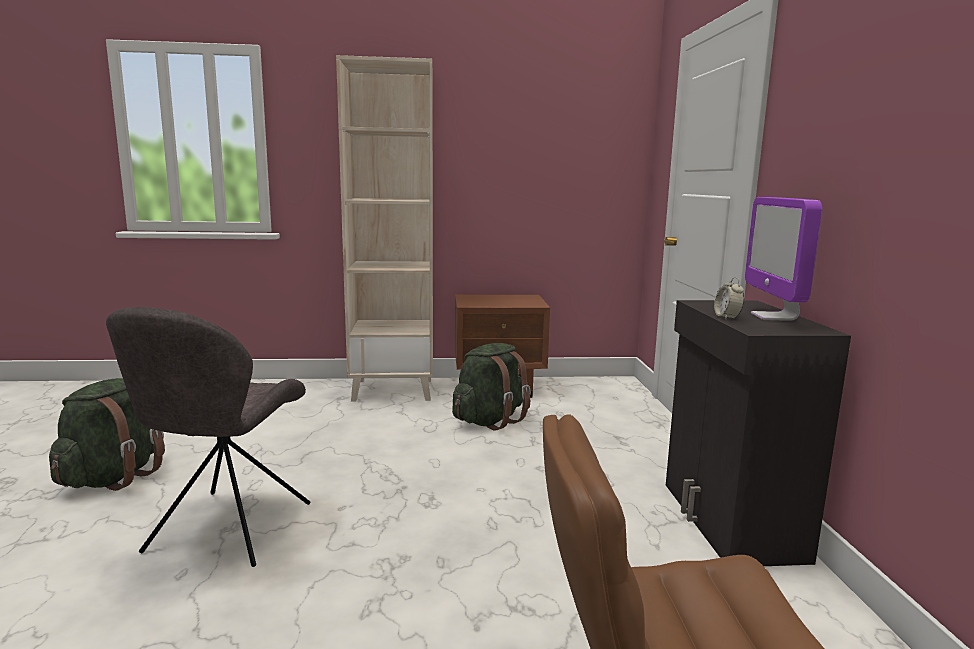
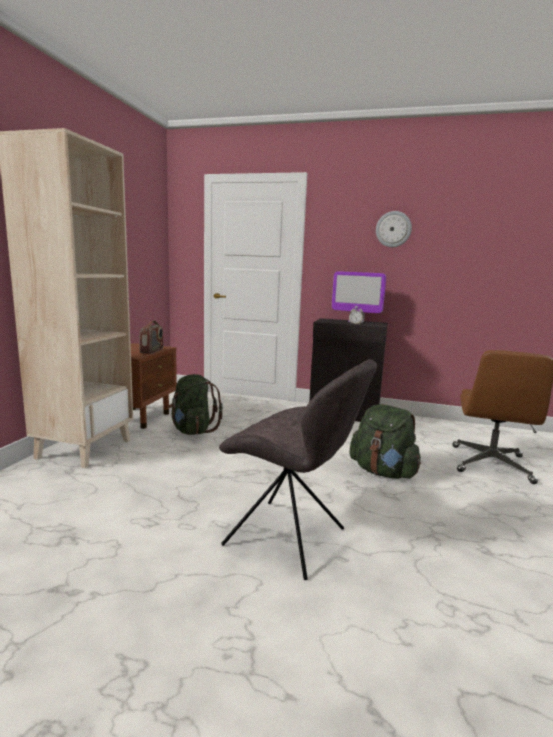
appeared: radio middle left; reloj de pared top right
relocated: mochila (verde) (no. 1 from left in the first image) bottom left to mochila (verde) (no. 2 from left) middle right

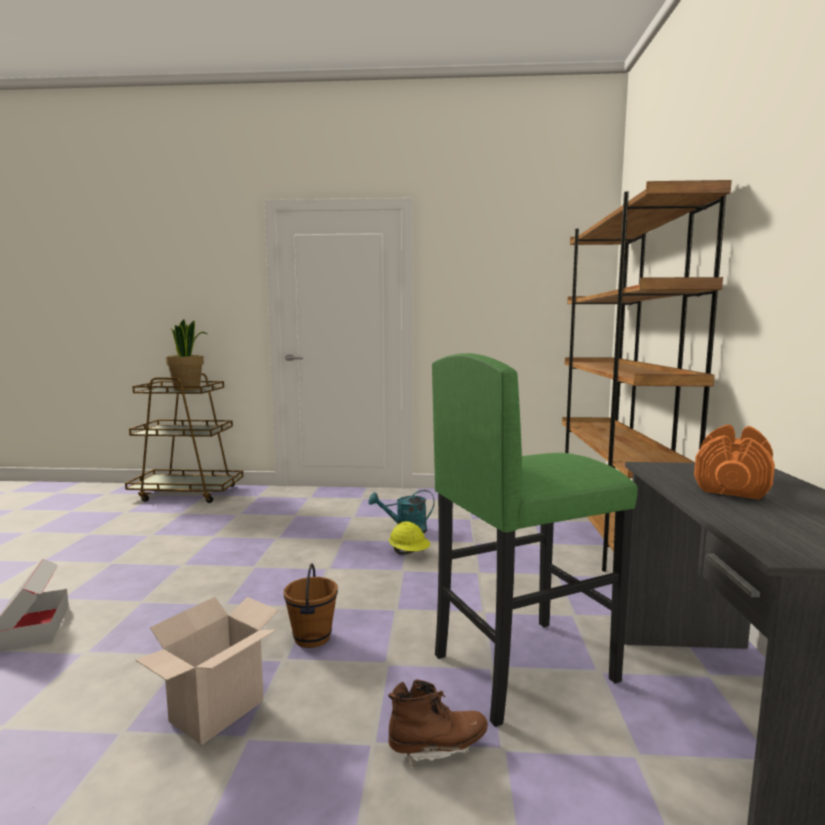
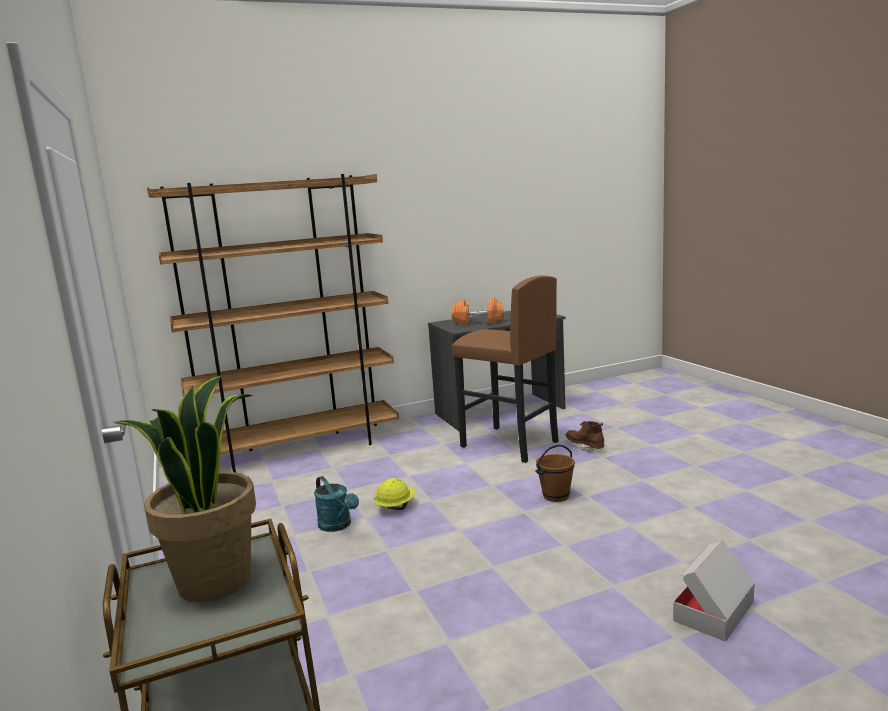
missing: caja de cartón (no. 2 from left) bottom left
colour: taburete (verde) centre to taburete (marrón) centre

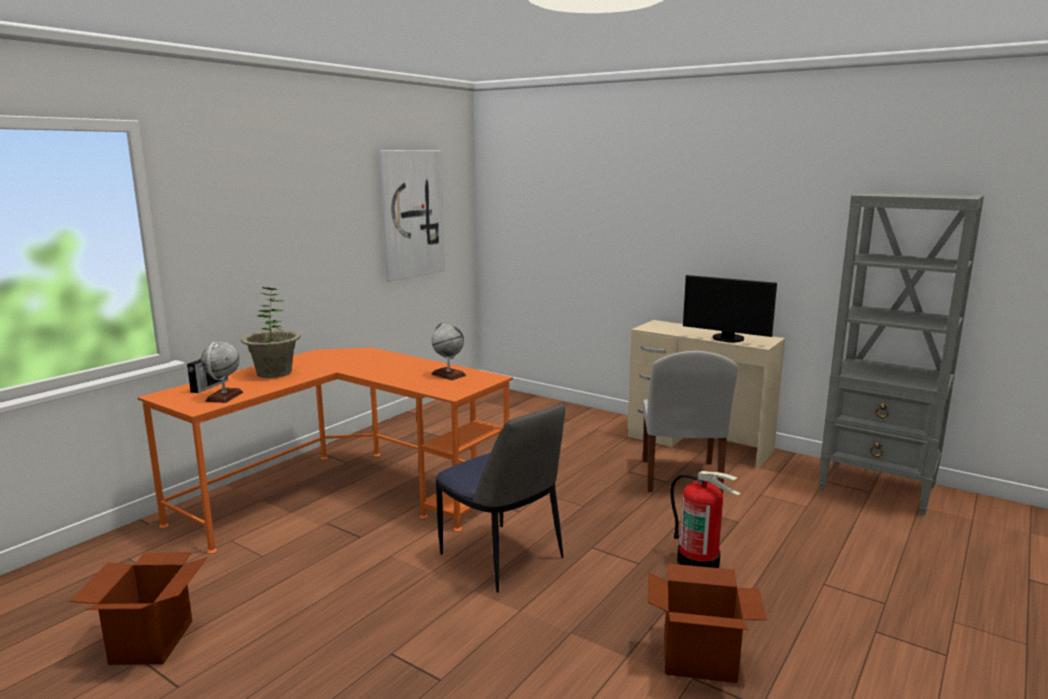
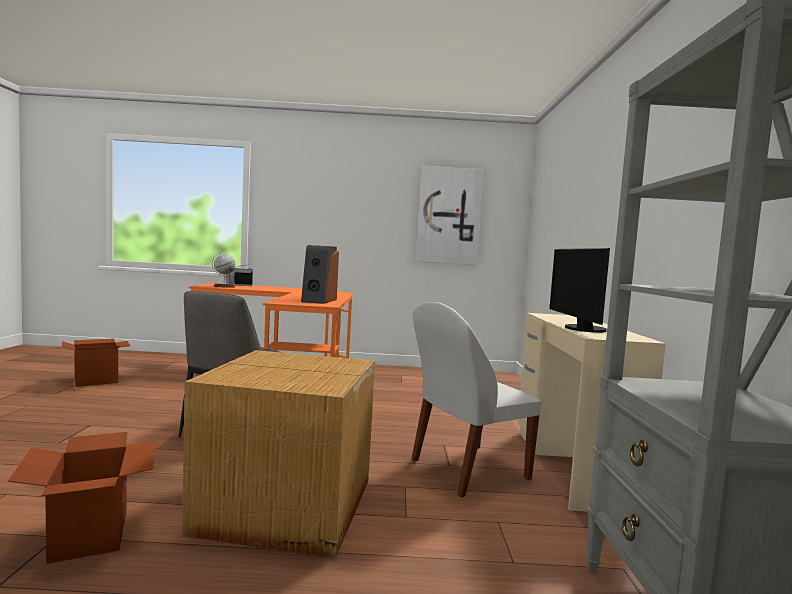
missing: planta en maceta middle left
exchanged: extintor bottom right to caja de cartón (no. 3 from left) bottom centre; globo terráqueo (no. 2 from left) centre to altavoz centre

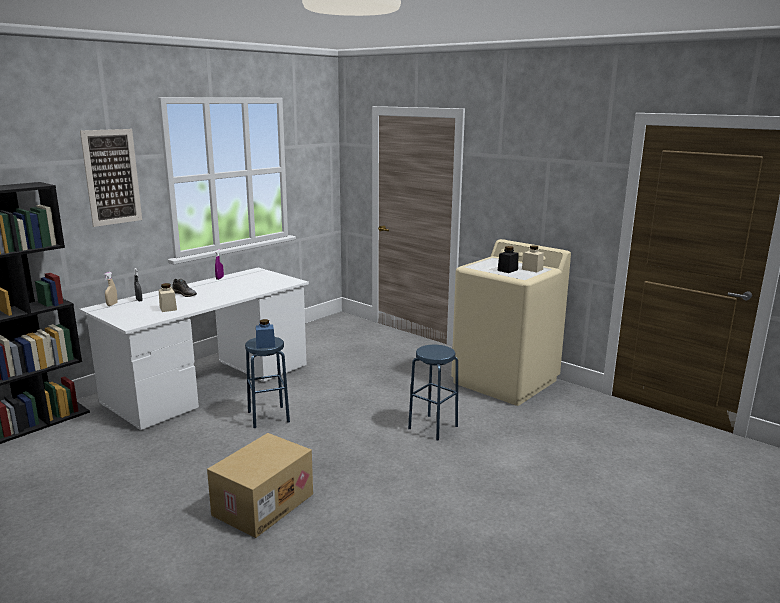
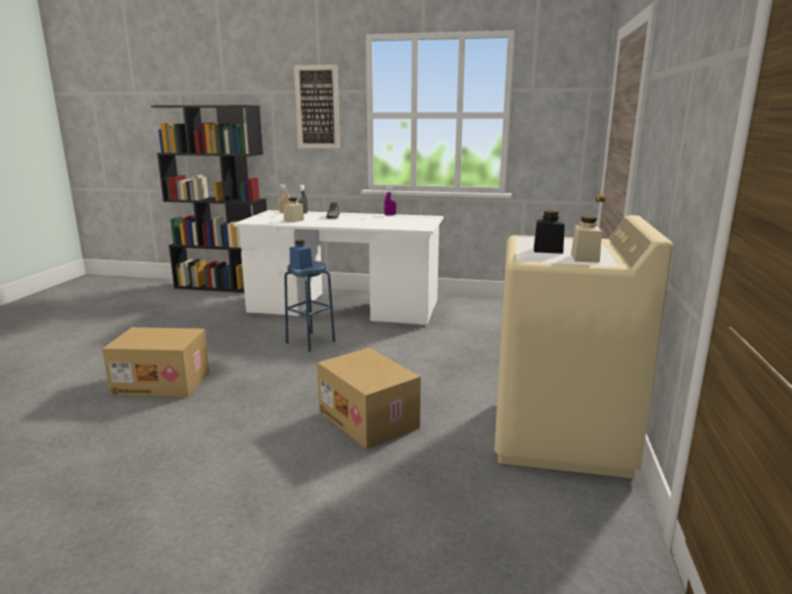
exchanged: taburete (azul) (no. 2 from left) centre to caja de cartón (no. 2 from left) bottom centre

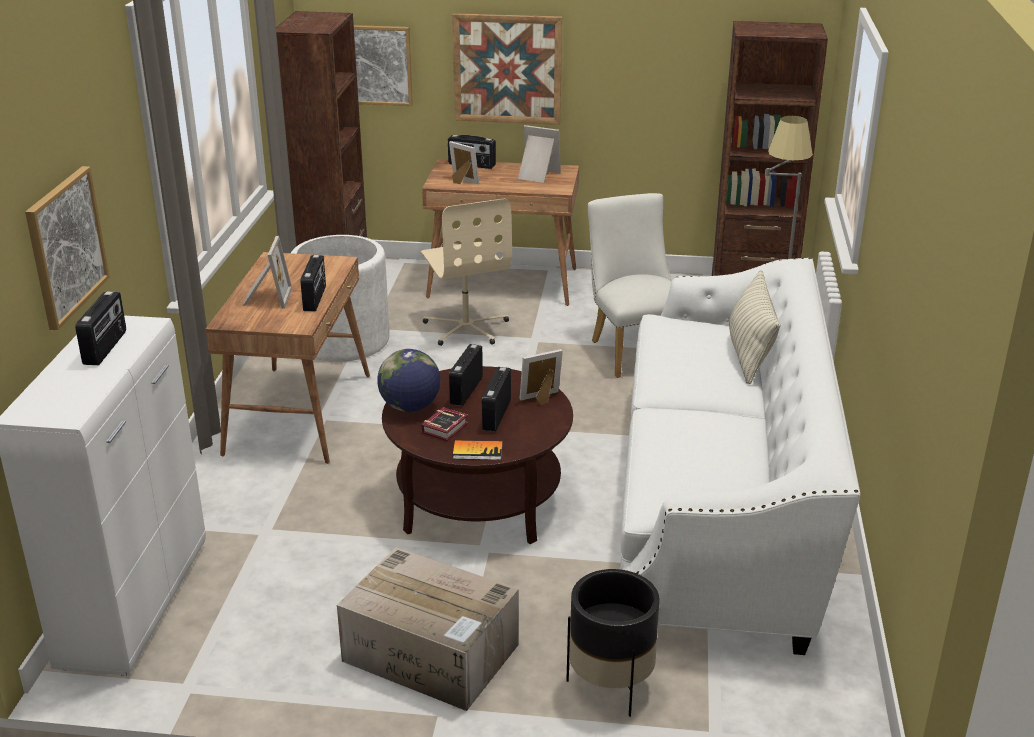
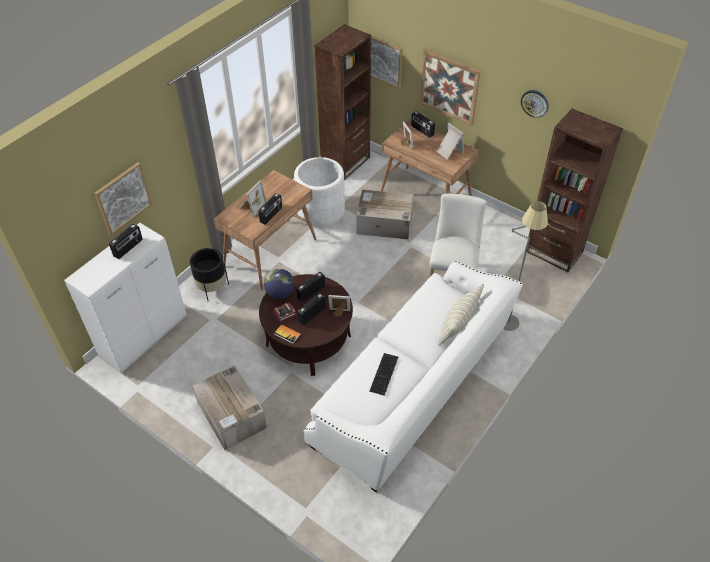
appeared: teclado centre; reloj de pared top right
relocated: maceta (negro) bottom centre to middle left
exchanged: silla de oficina (beis) centre to caja de cartón (no. 2 from left) centre

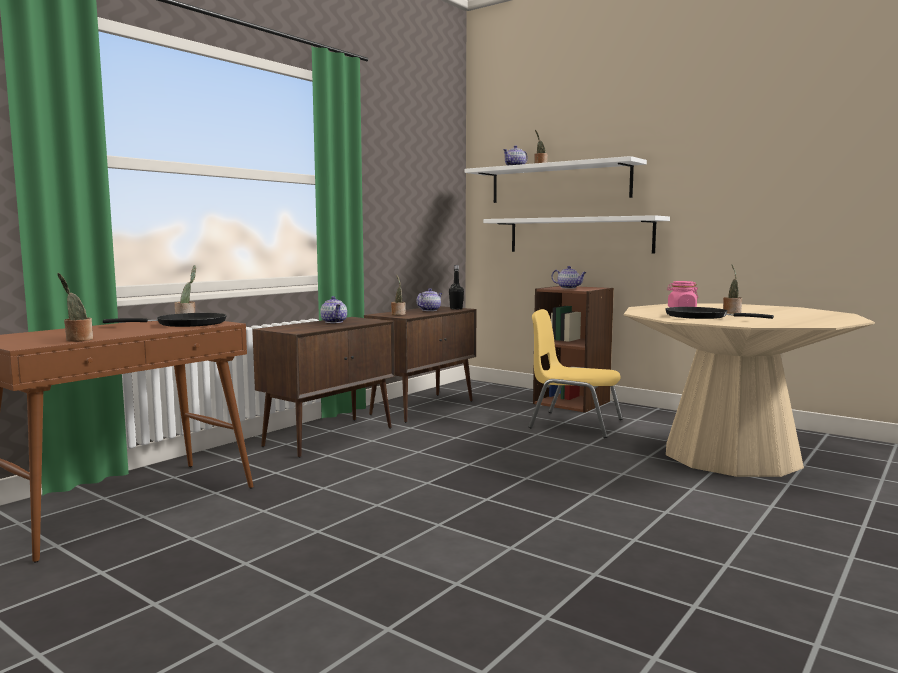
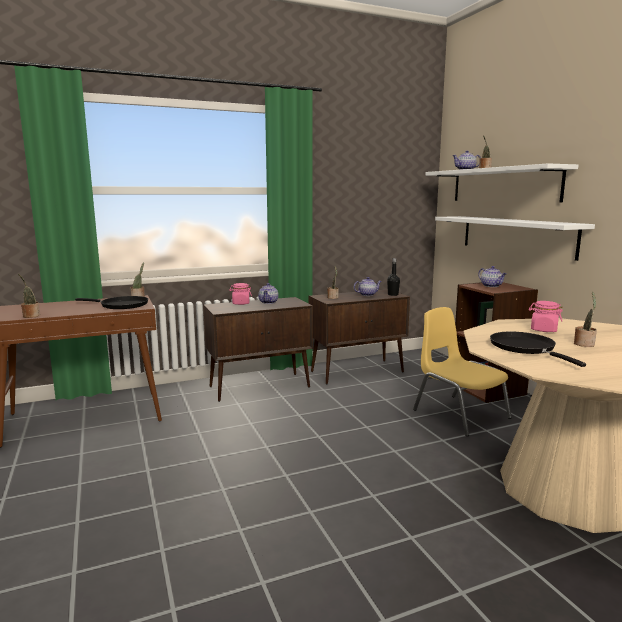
appeared: tarro (rosa) (no. 1 from left) centre

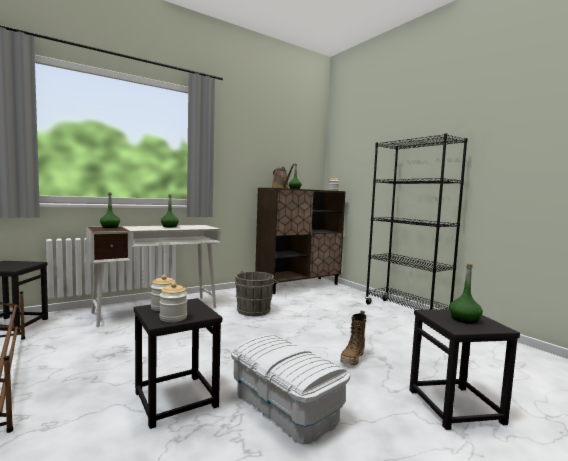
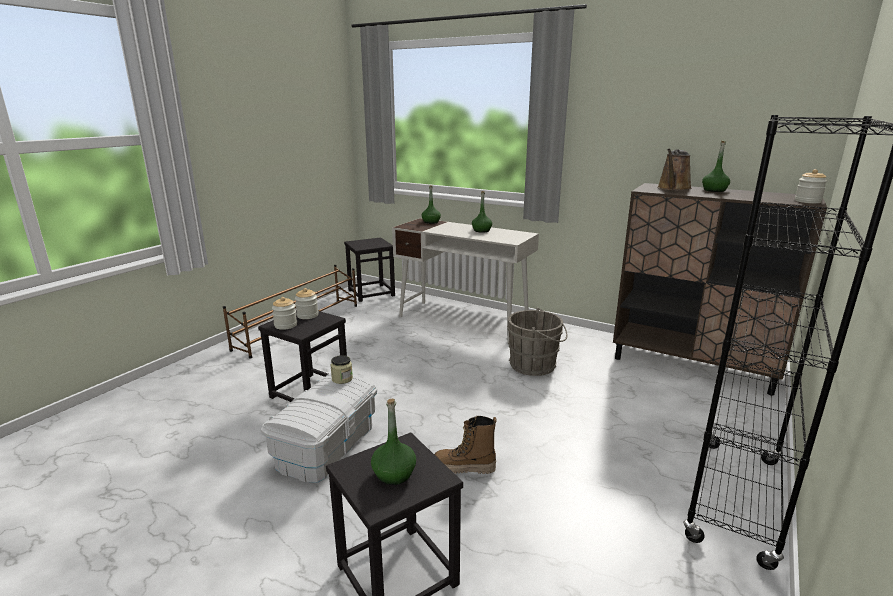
appeared: tarro (no. 3 from left) centre

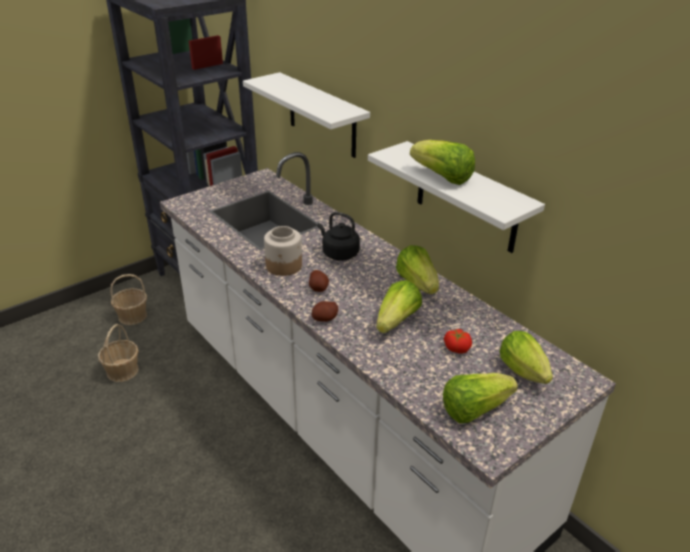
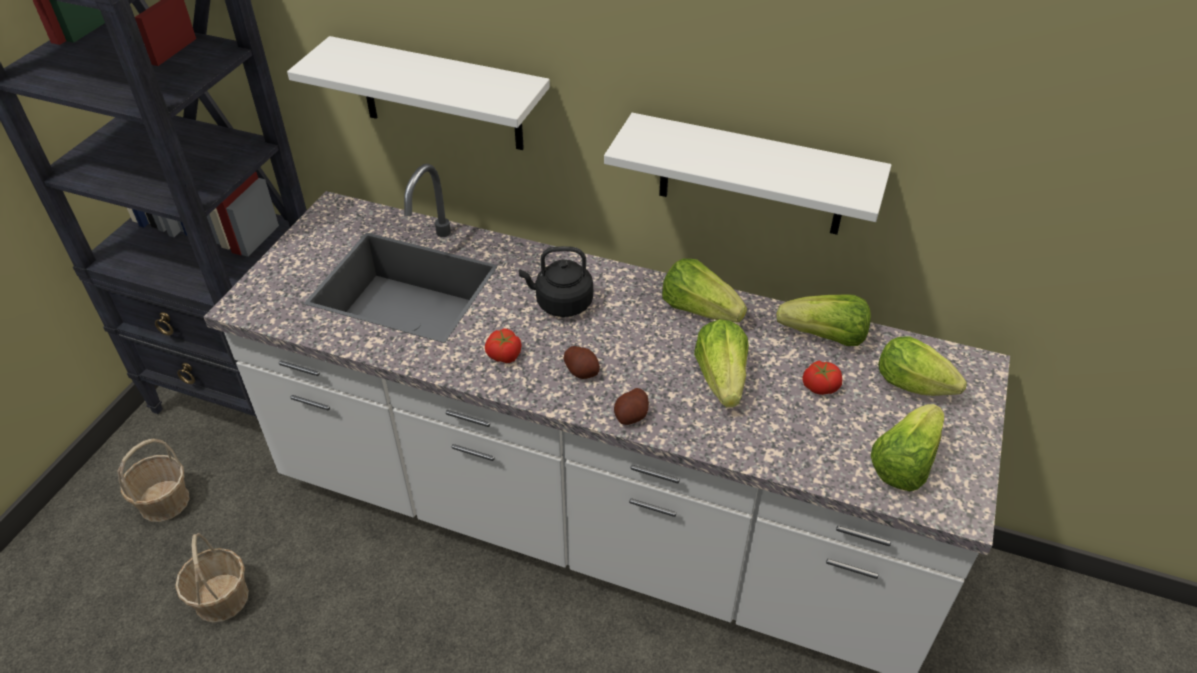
relocated: lechuga (no. 3 from left) top centre to middle right
exchanged: tarro centre to tomate (no. 1 from left) centre

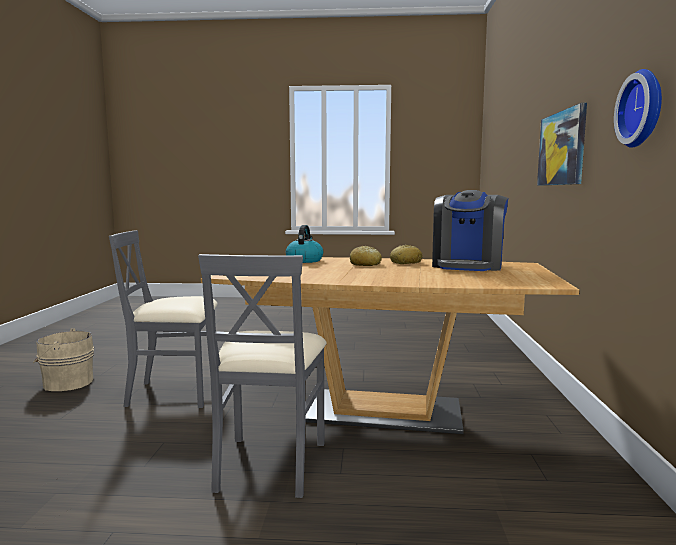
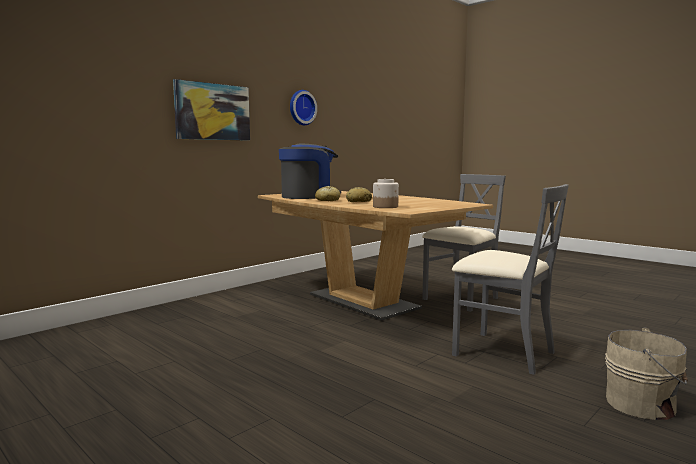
exchanged: hervidor centre to tarro centre

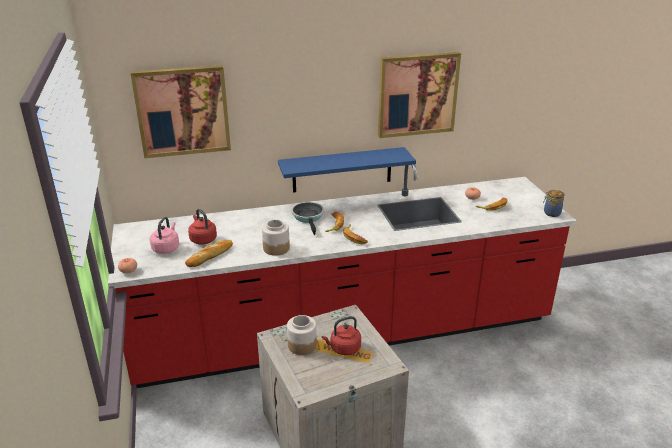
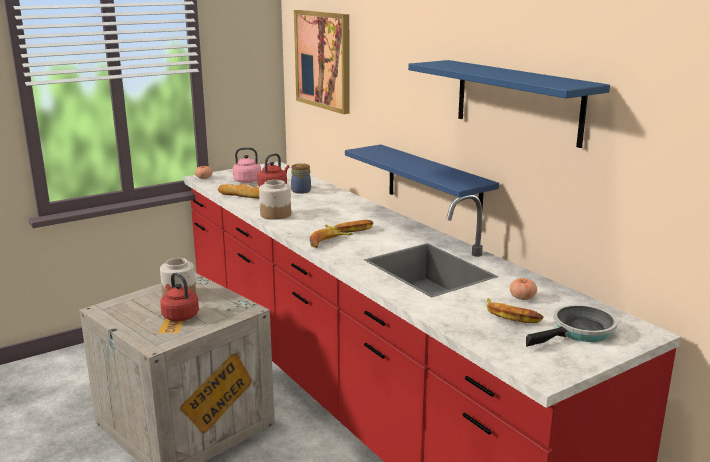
relocated: tarro (no. 3 from left) middle right to centre; sartén centre to bottom right
exchanged: cuadro (no. 2 from left) top centre to estante (azul) (no. 2 from left) top right

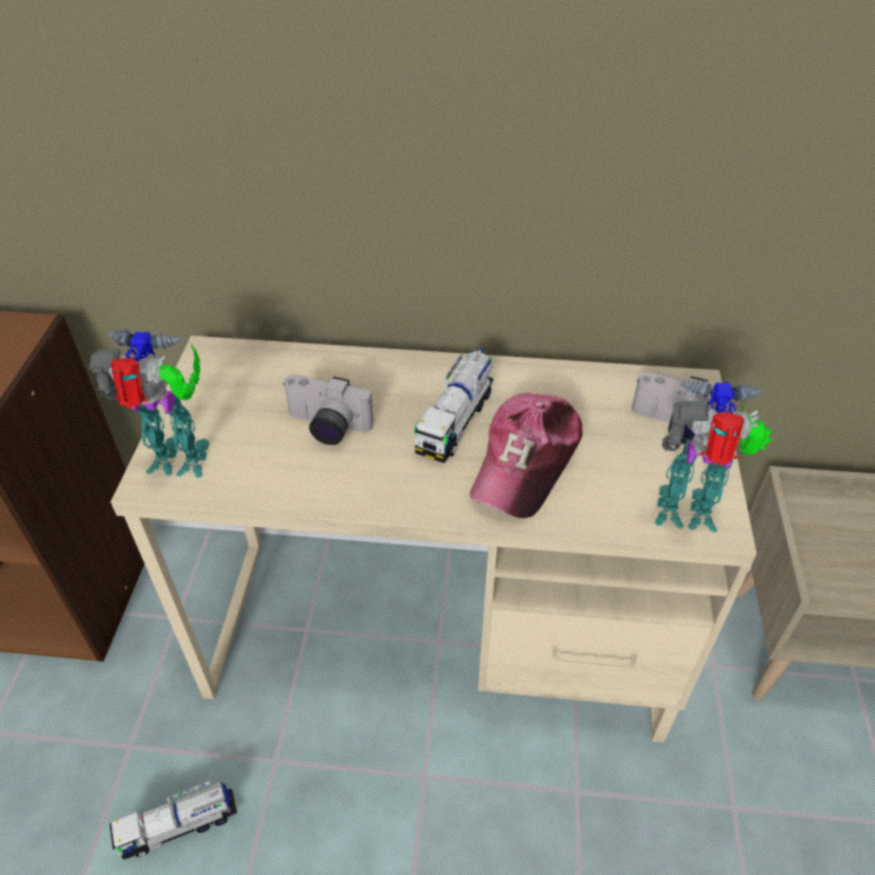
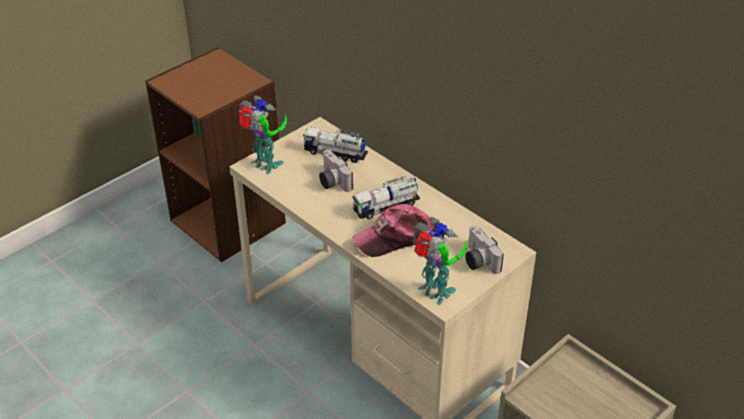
relocated: camión de juguete (no. 1 from left) bottom left to centre

